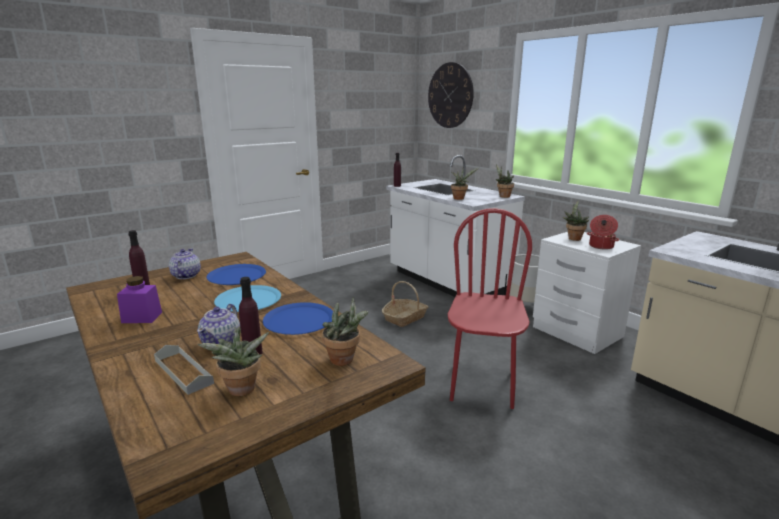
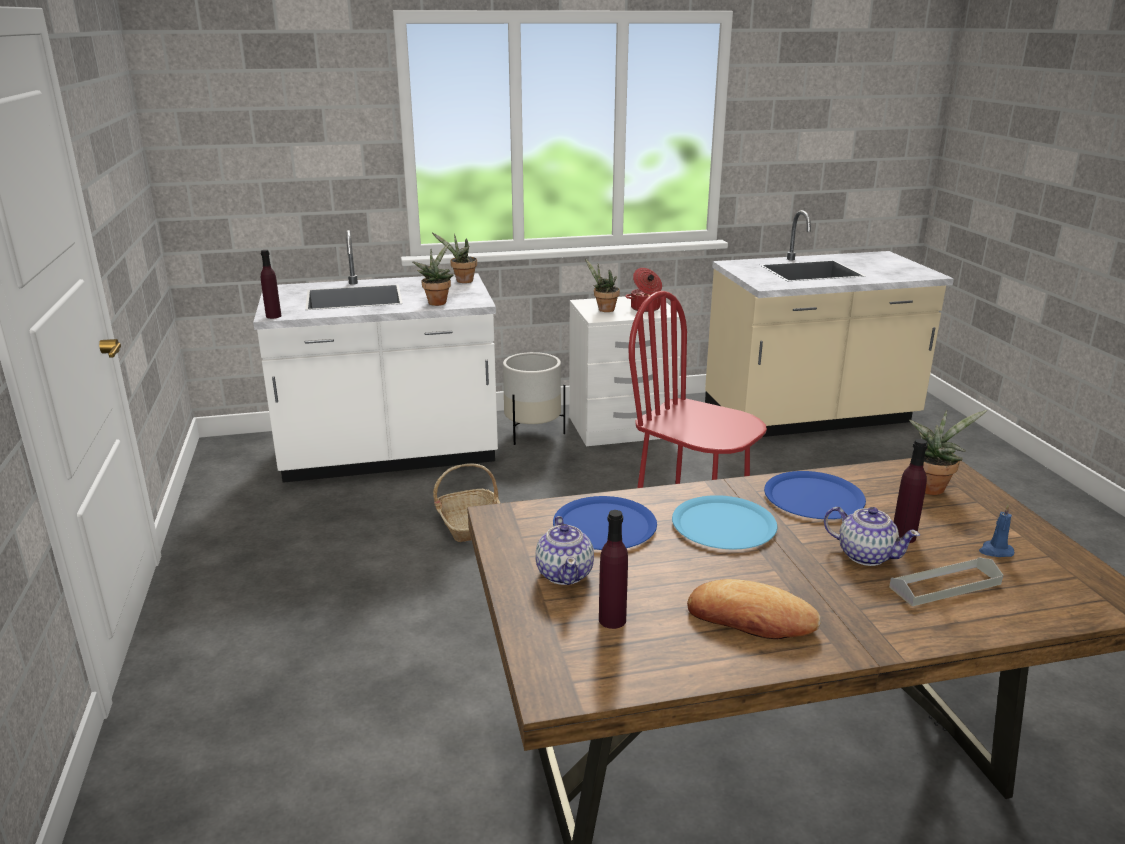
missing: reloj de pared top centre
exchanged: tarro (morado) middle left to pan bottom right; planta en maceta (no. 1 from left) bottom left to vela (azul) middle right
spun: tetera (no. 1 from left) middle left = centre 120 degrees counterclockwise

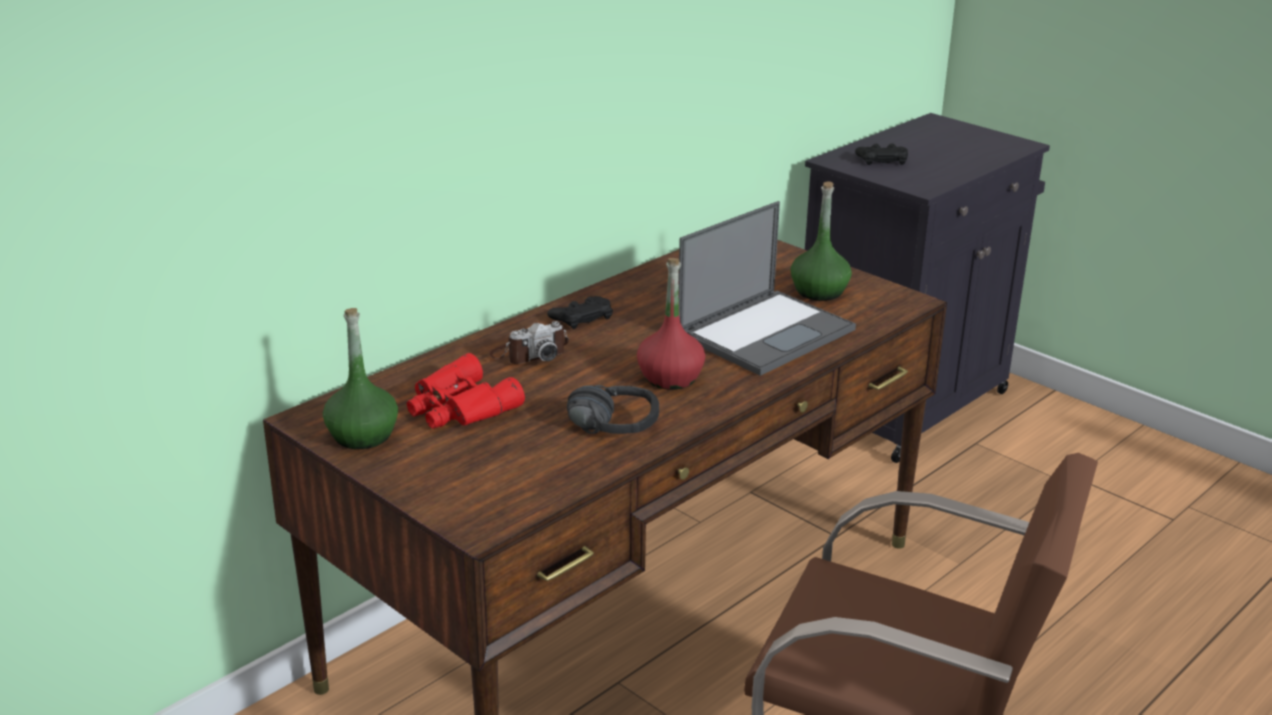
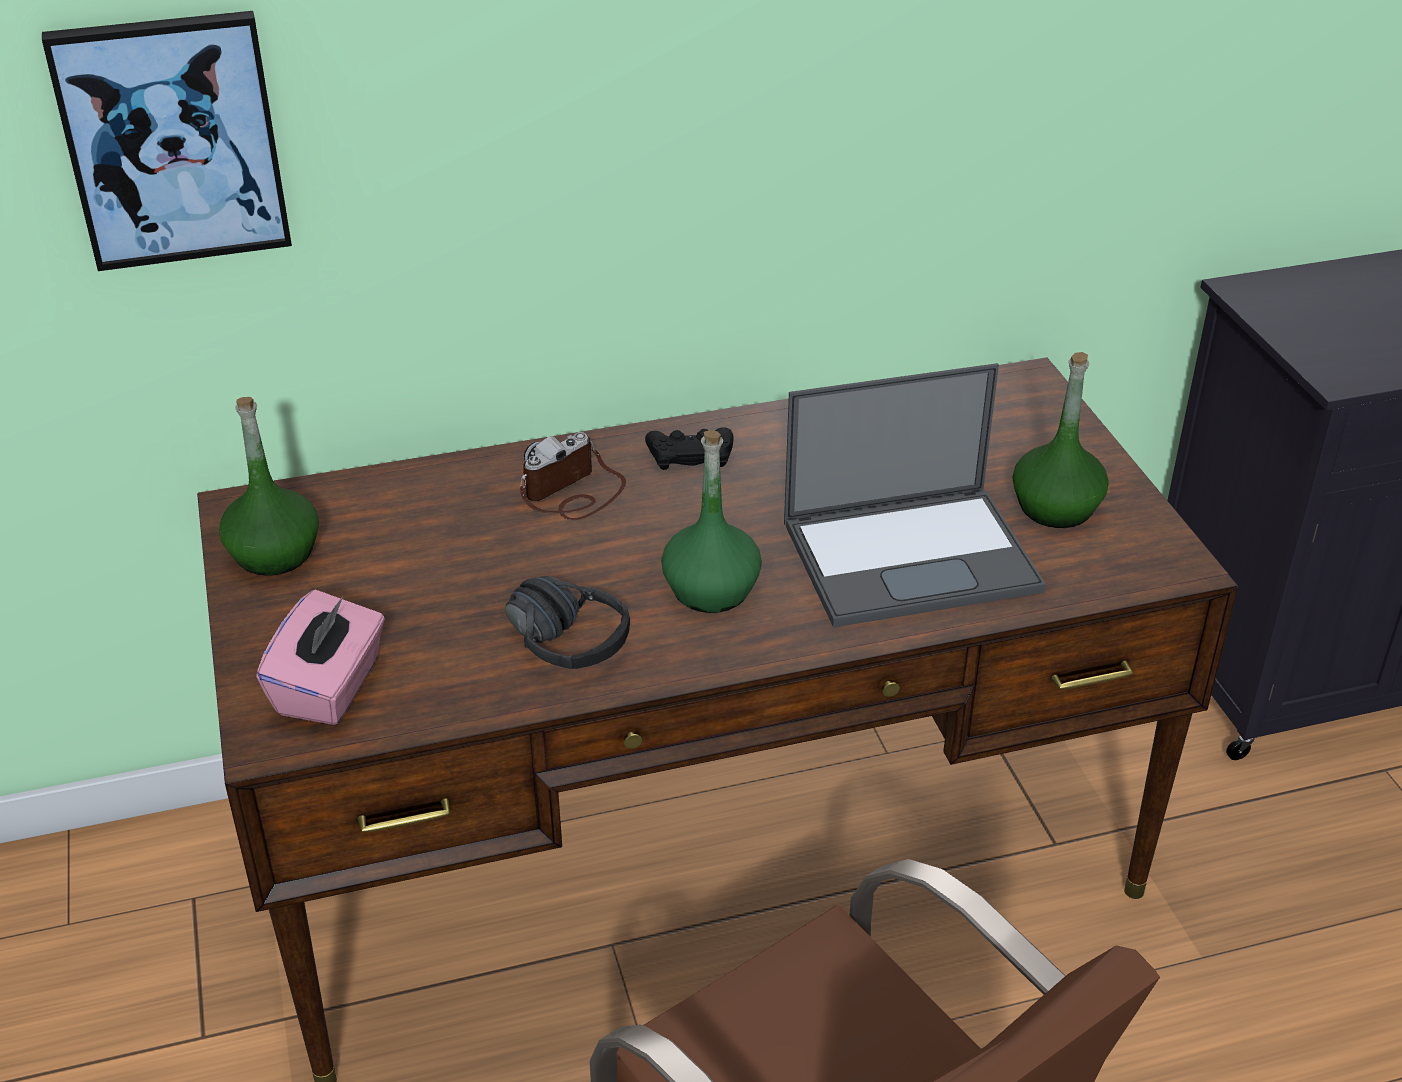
missing: prismáticos (rojo) centre; mando de consola (negro) (no. 2 from left) top right
appeared: cuadro top left; caja de pañuelos (rosa) middle left
colour: botella (rojo) centre to botella (verde) (no. 2 from left) centre
spun: cámara centre = centre 135 degrees clockwise

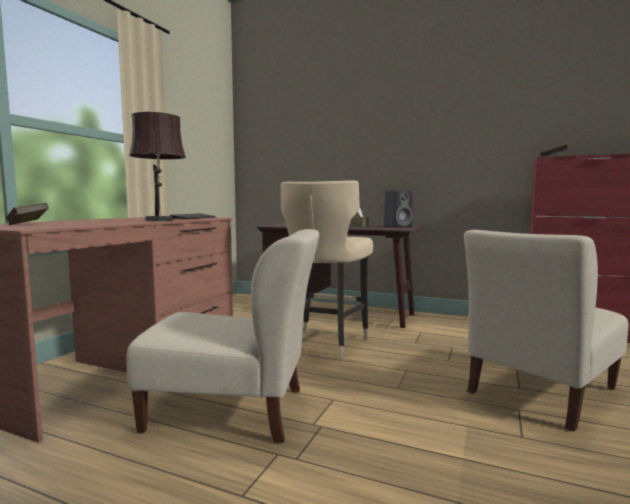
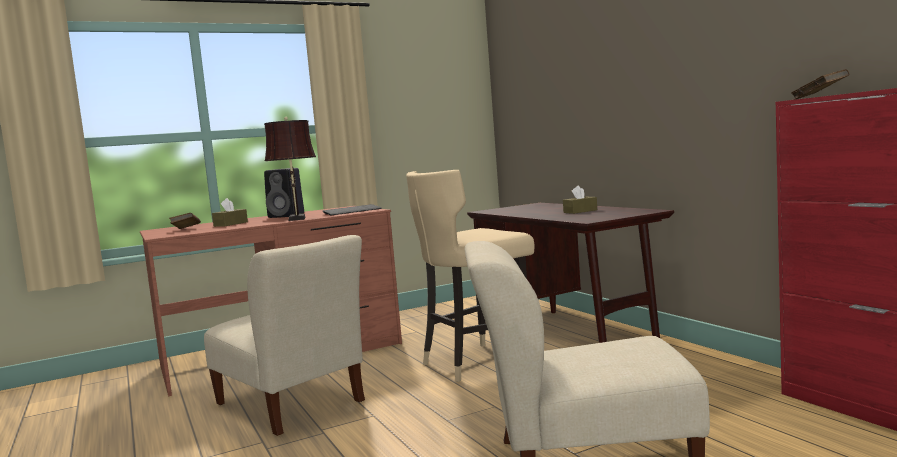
appeared: caja de pañuelos (marrón) (no. 1 from left) middle left
relocated: altavoz (negro) centre to middle left

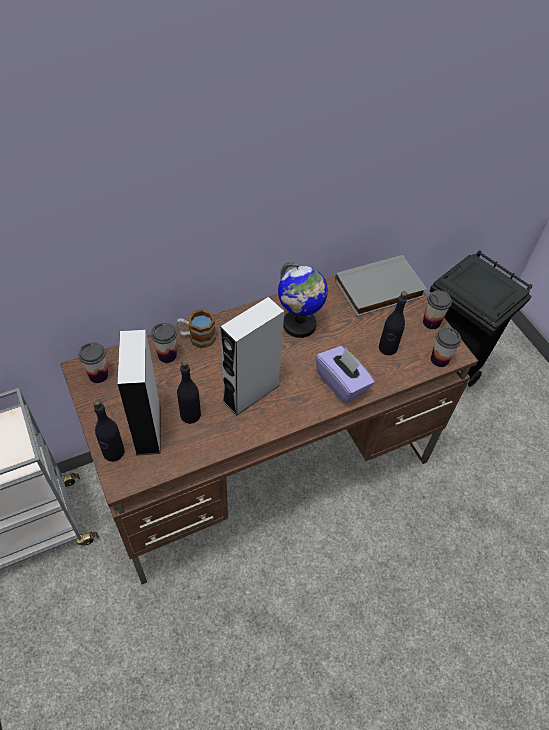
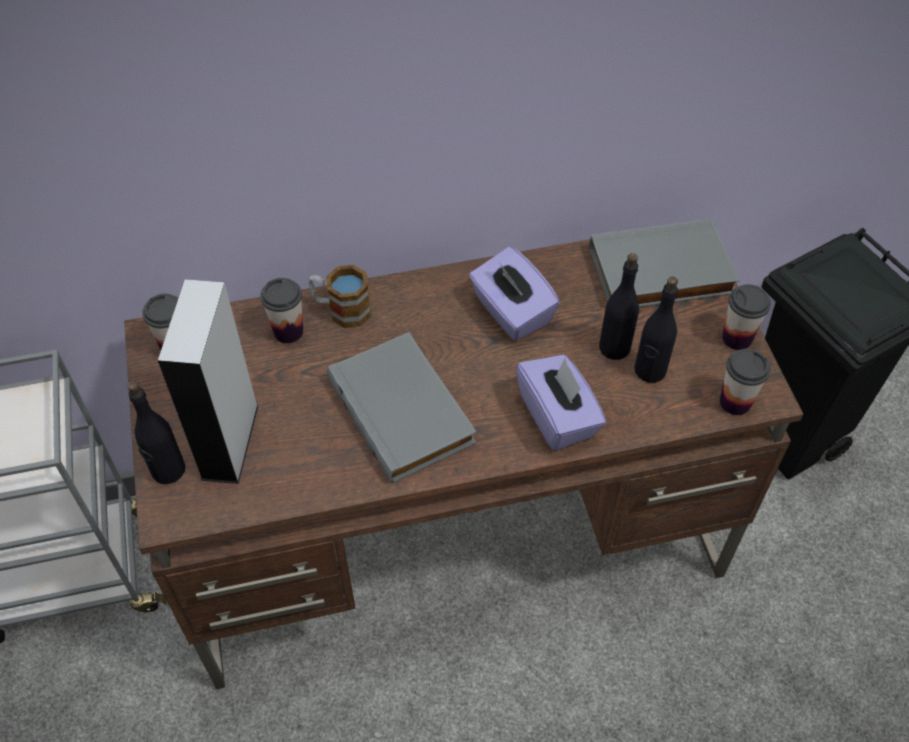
relocated: botella (negro) (no. 2 from left) centre to middle right
exchanged: altavoz (gris) (no. 2 from left) centre to libro (gris) (no. 1 from left) centre; globo terráqueo centre to caja de pañuelos (morado) (no. 1 from left) centre

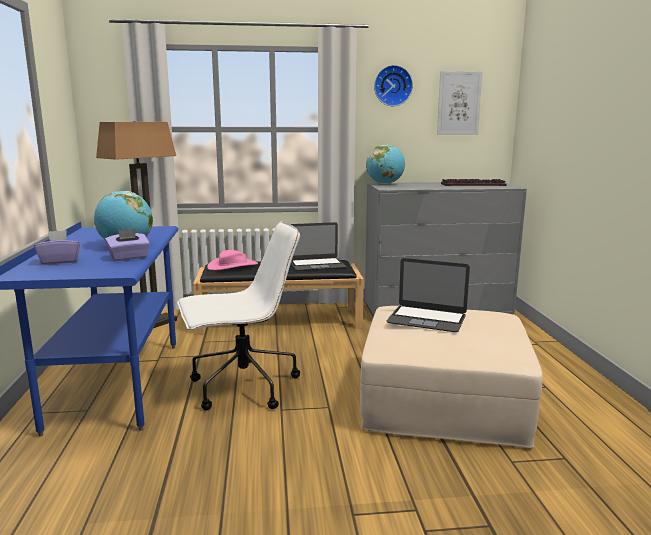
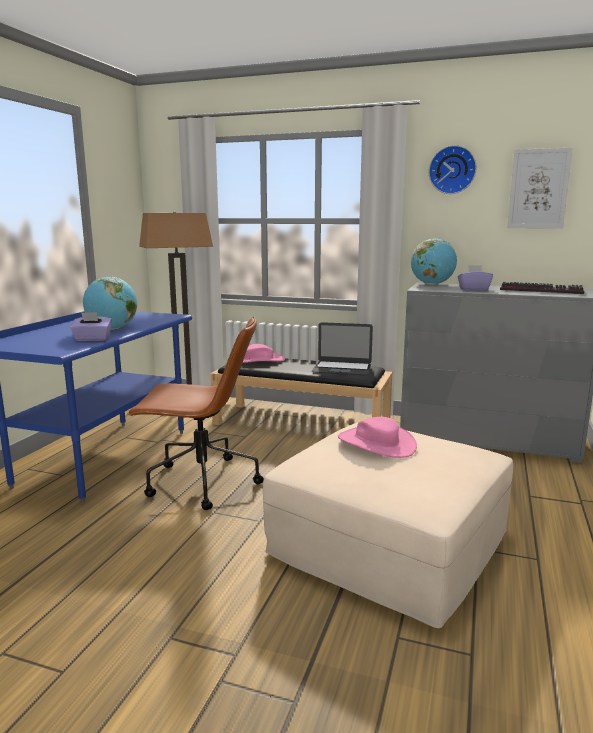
relocated: caja de pañuelos (morado) (no. 1 from left in the first image) middle left to caja de pañuelos (morado) (no. 2 from left) middle right
exchanged: portátil (no. 2 from left) centre to sombrero (rosa) (no. 2 from left) centre
colour: silla de oficina (blanco) centre to silla de oficina (marrón) middle left

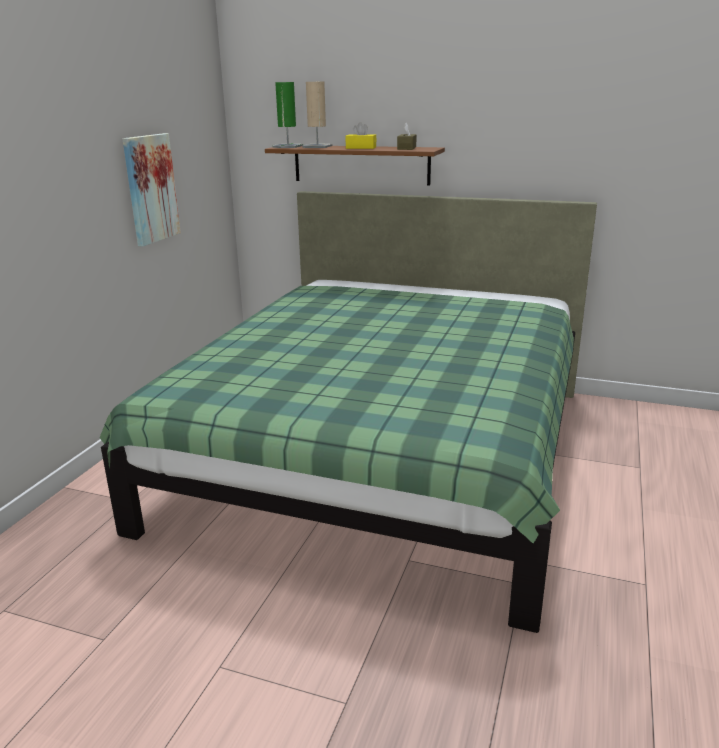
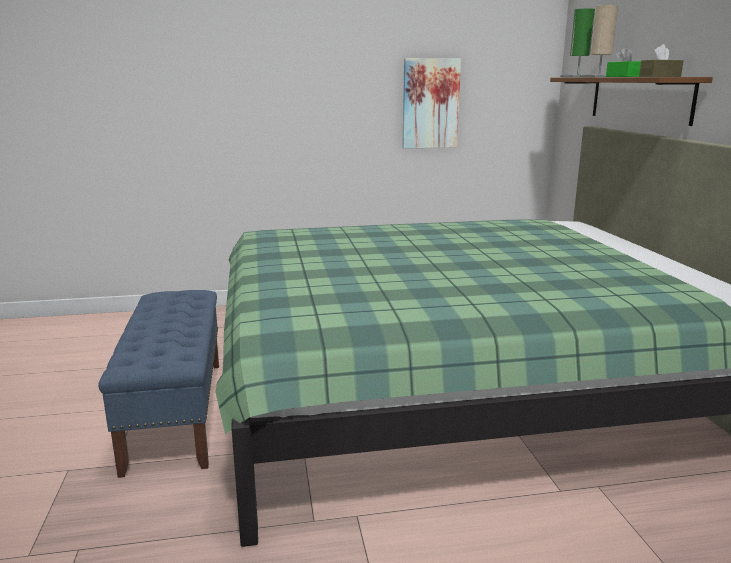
appeared: banco (azul) bottom left
colour: caja de pañuelos (amarillo) top centre to caja de pañuelos (verde) top right

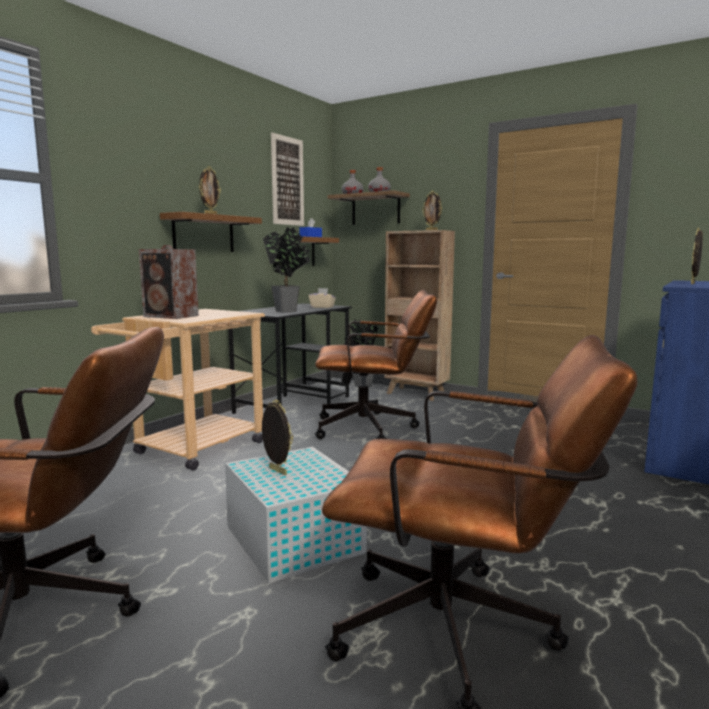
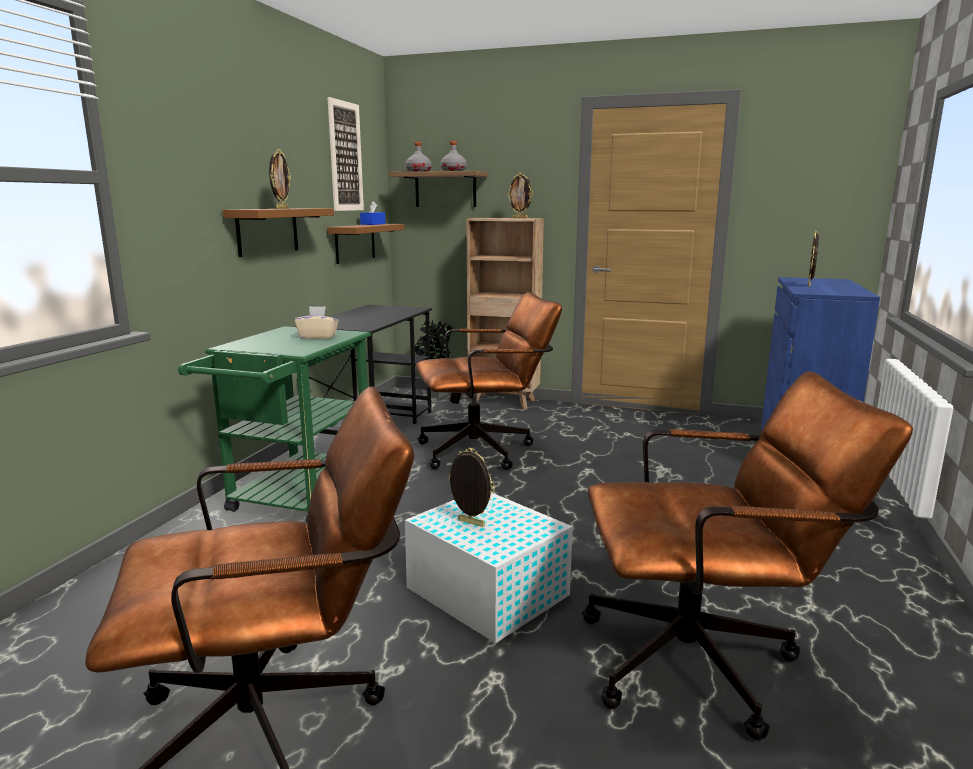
missing: altavoz middle left; planta en maceta (no. 1 from left) centre
relocated: caja de pañuelos (beis) centre to middle left
colour: carrito (beis) middle left to carrito (verde) middle left

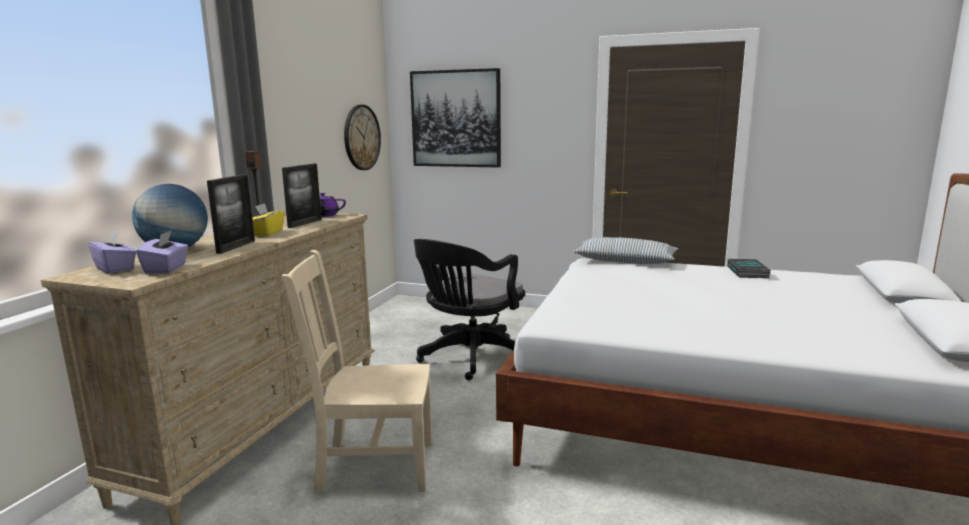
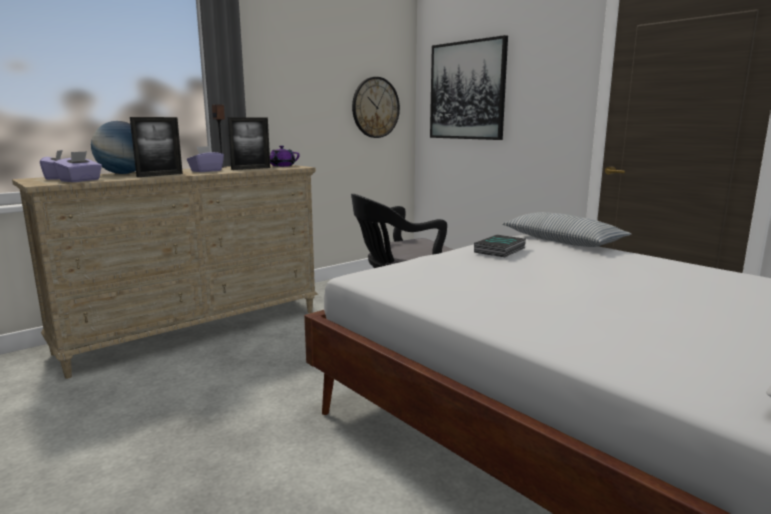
missing: silla (beis) bottom centre
relocated: libro middle right to centre
colour: caja de pañuelos (amarillo) middle left to caja de pañuelos (morado) (no. 3 from left) top left

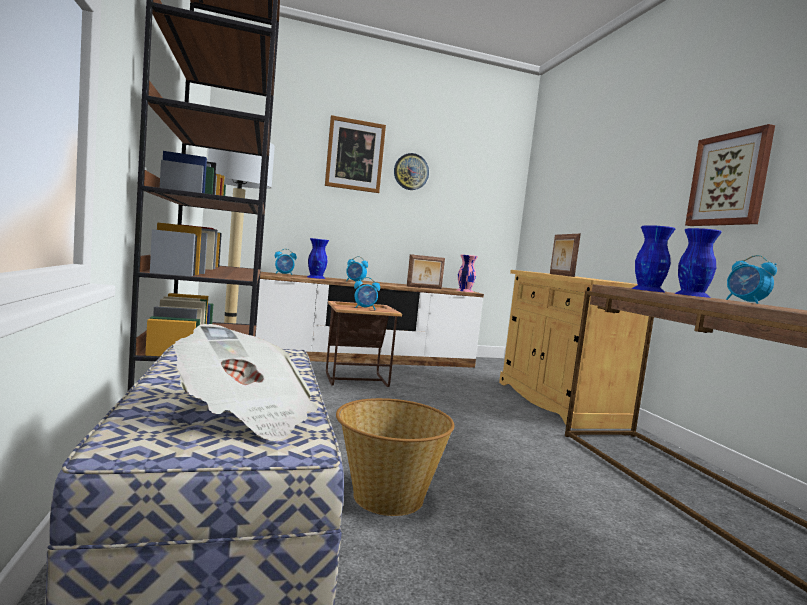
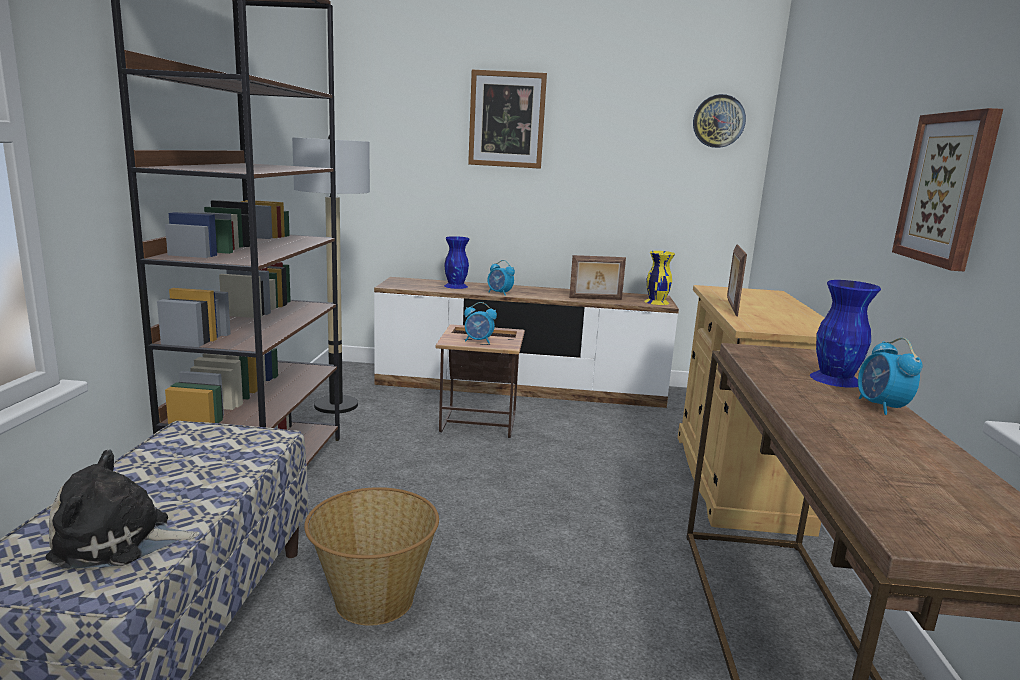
missing: despertador (no. 1 from left) centre; florero (azul) (no. 2 from left) middle right
relocated: reloj de pared top centre to top right
exchanged: periódico middle left to peluche bottom left
colour: florero (rosa) centre to florero (amarillo) centre

